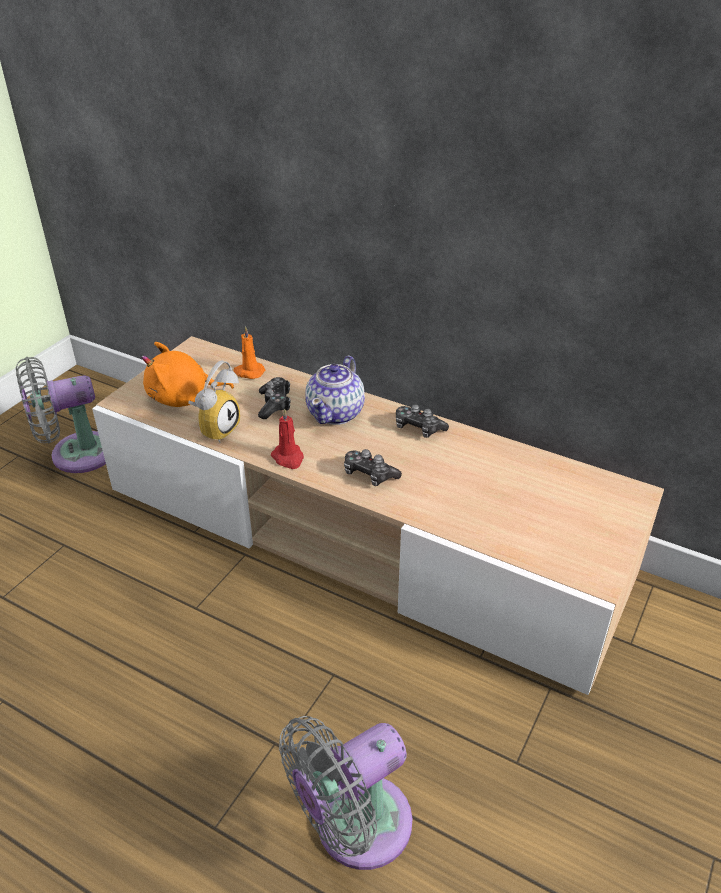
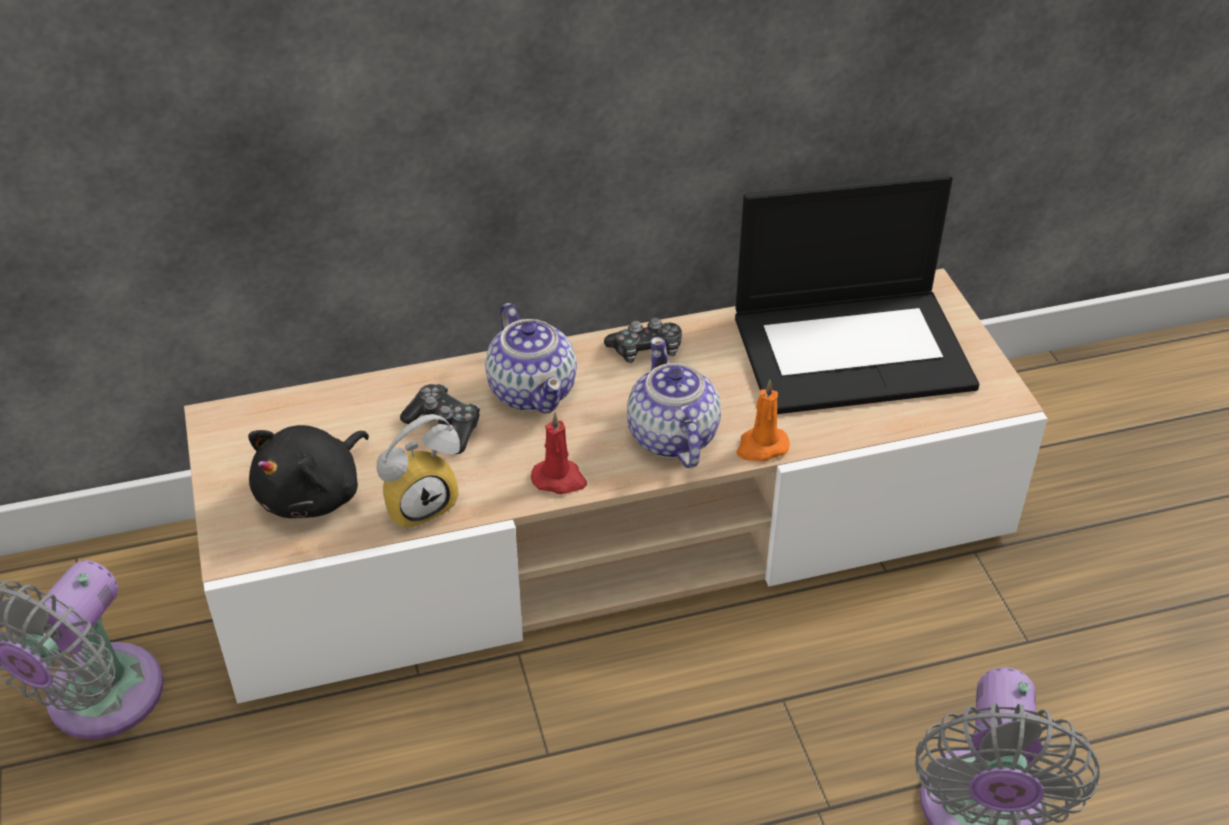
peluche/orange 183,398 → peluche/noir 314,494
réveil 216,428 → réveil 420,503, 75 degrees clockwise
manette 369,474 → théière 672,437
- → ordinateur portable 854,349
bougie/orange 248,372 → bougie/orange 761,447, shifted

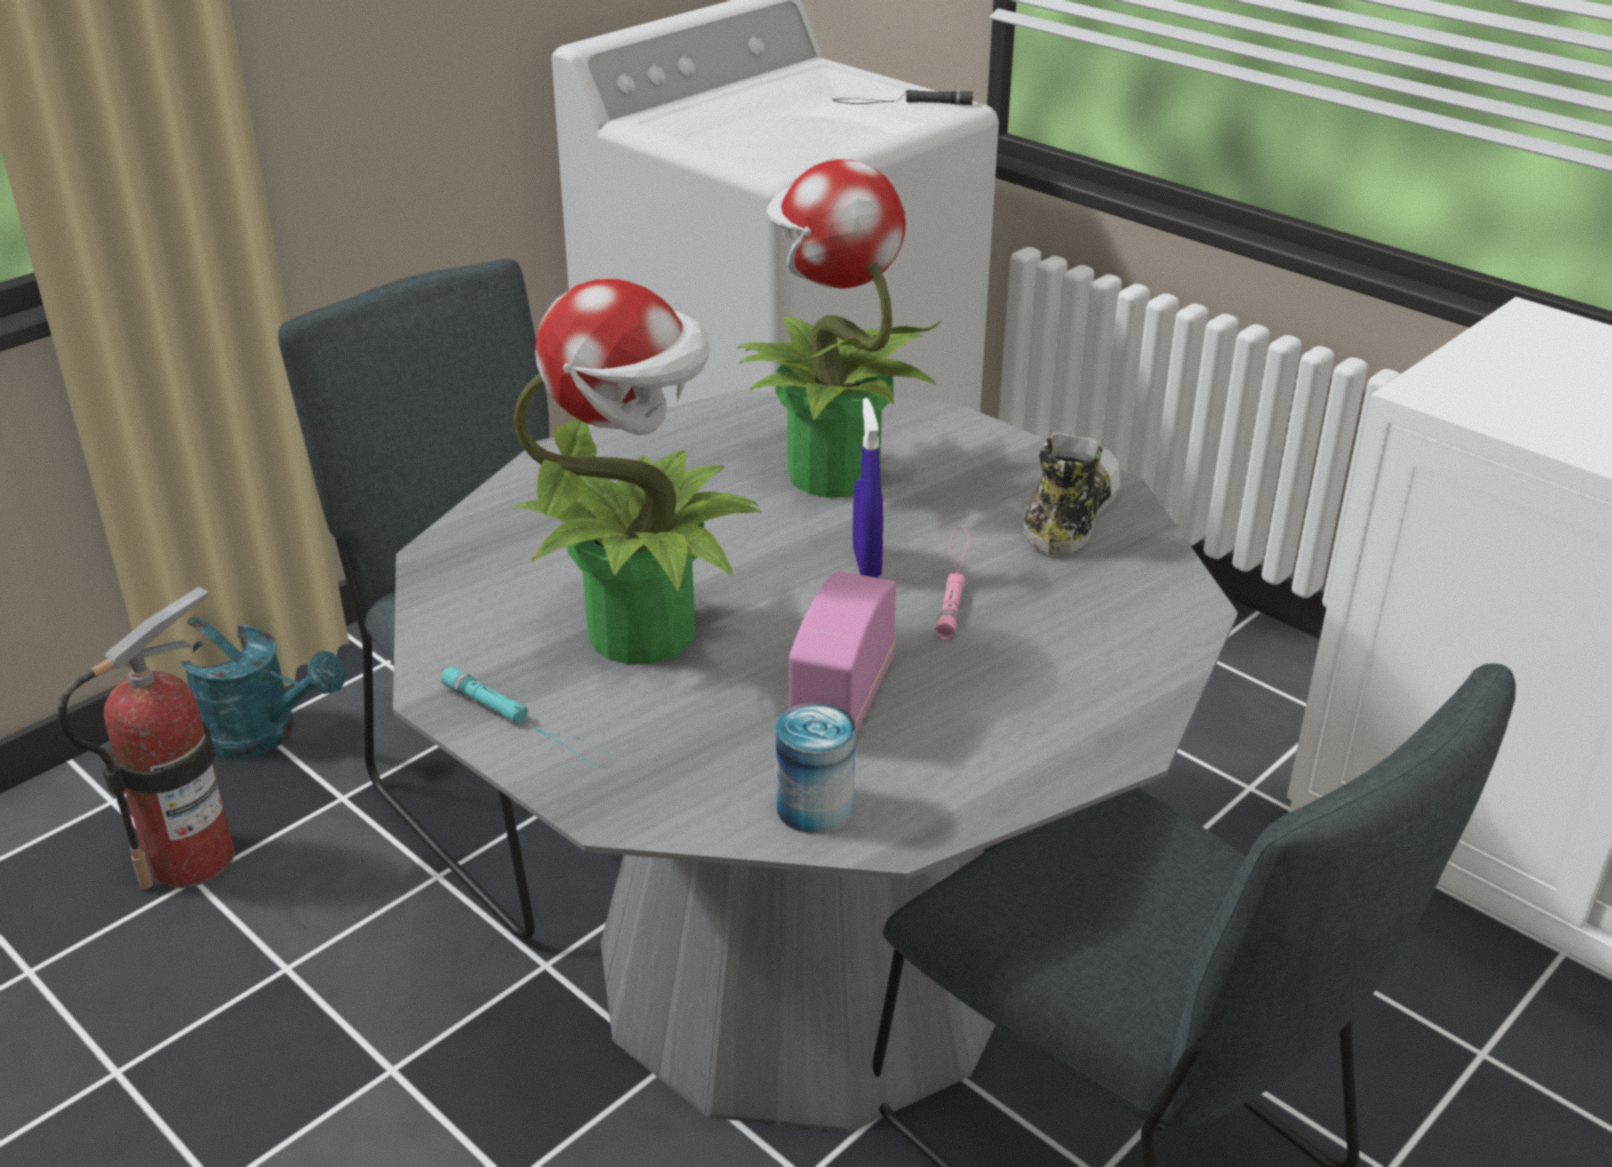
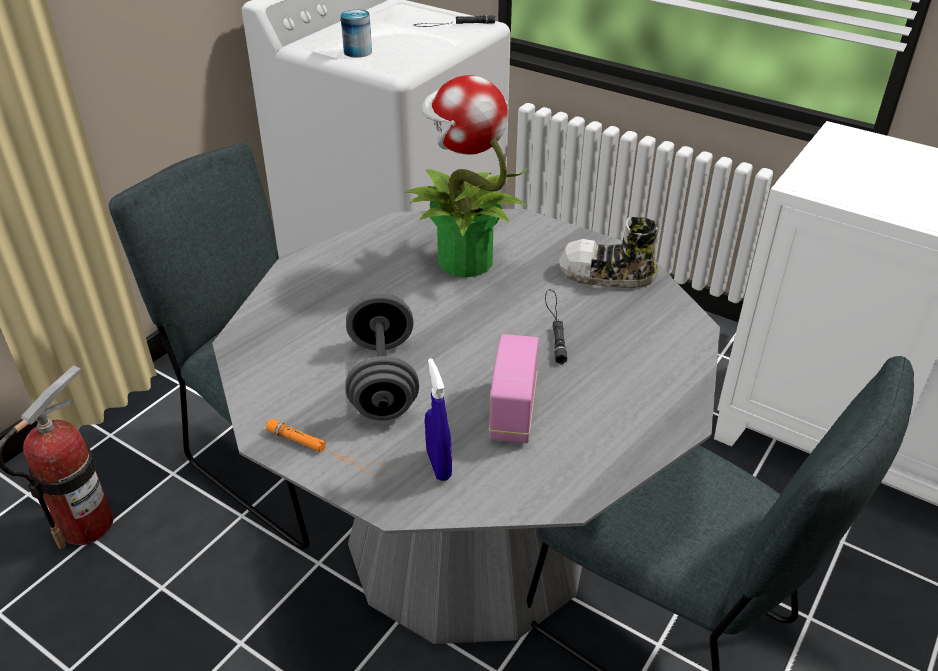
lampe de poche/turquoise 528,724 → lampe de poche/orange 327,451
boîte métallique 815,807 → boîte métallique 357,52, shifted
plante en pot 646,632 → haltère/gris 383,379
vaporisateur/bleu 866,564 → vaporisateur/bleu 438,465, shifted
lampe de poche/rose 953,582 → lampe de poche/noir 555,325
chaussure 1066,515 → chaussure 607,275, 90 degrees counterclockwise
arrosoir/turquoise 263,734 → -

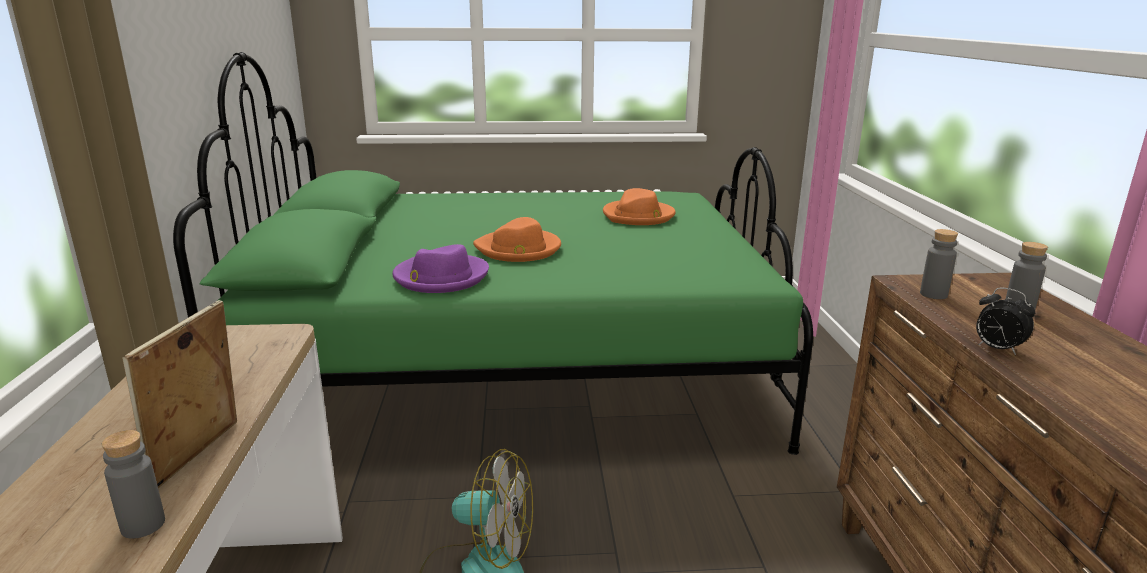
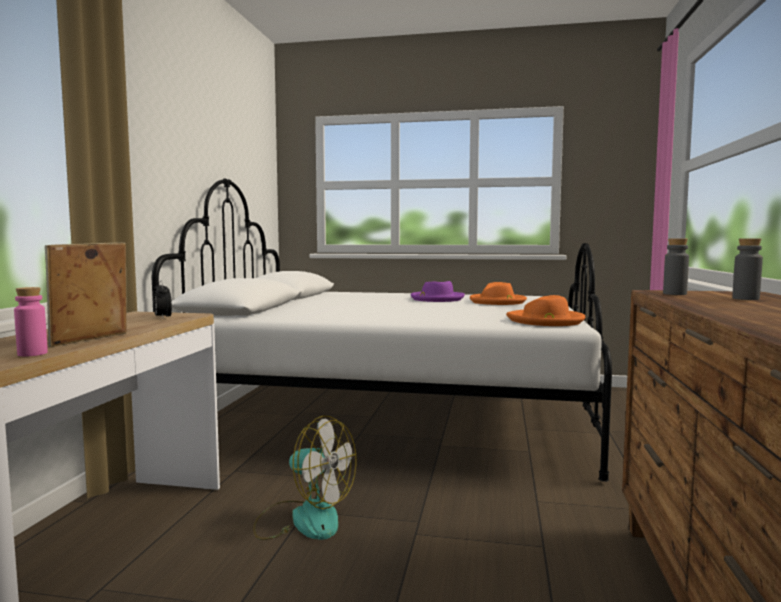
bouteille/gris 143,525 → bouteille/rose 32,354
lit/vert 517,367 → lit/blanc 396,414
réveil 996,349 → réveil 162,318, shifted
chapeau/violet 440,277 → chapeau/violet 436,299, shifted
chapeau/orange 518,249 → chapeau/orange 546,321, shifted

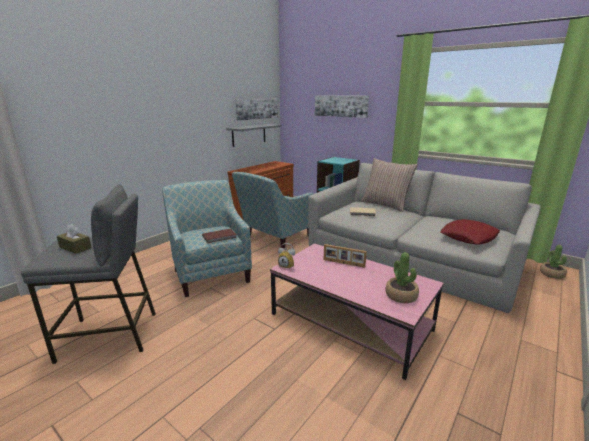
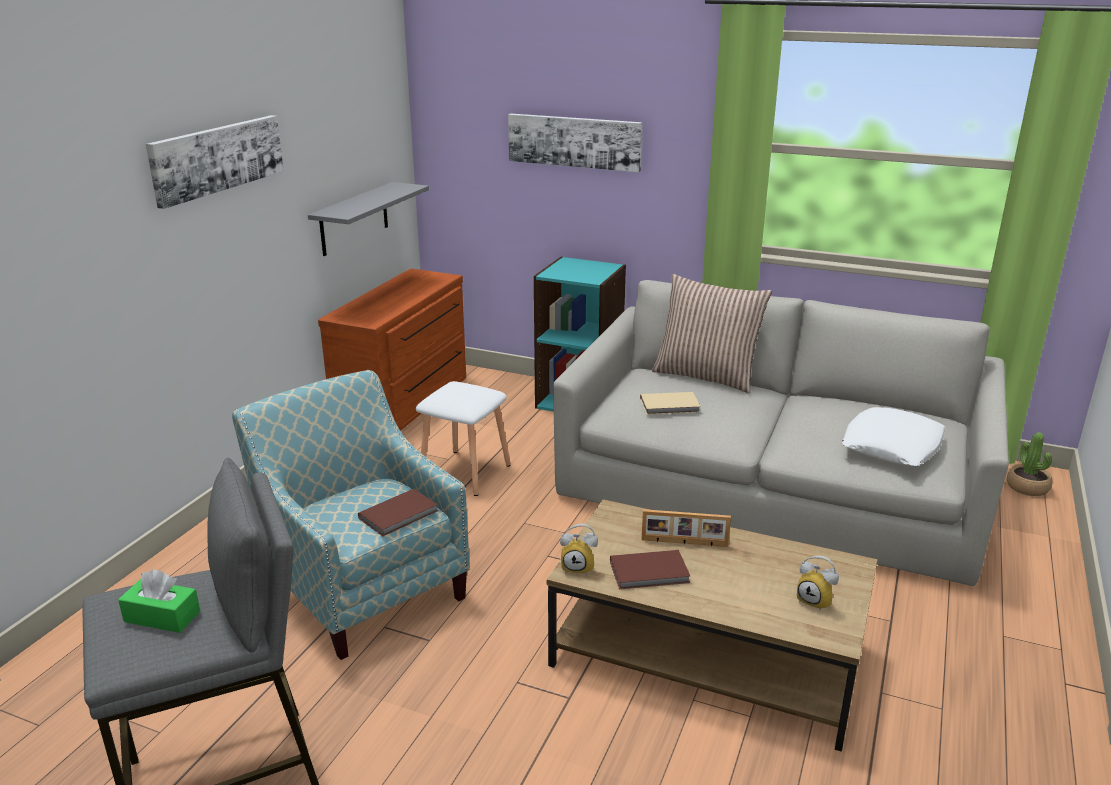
boîte à mouchoirs/marron 75,247 → boîte à mouchoirs/vert 162,617
tableau 256,109 → tableau 217,158, shifted
fauteuil 274,238 → tabouret/blanc 463,472
table basse/rose 351,322 → table basse/marron 709,655
- → livre/marron 650,573
plante en pot 401,296 → réveil 816,601
coussin/rouge 469,237 → coussin/blanc 892,446

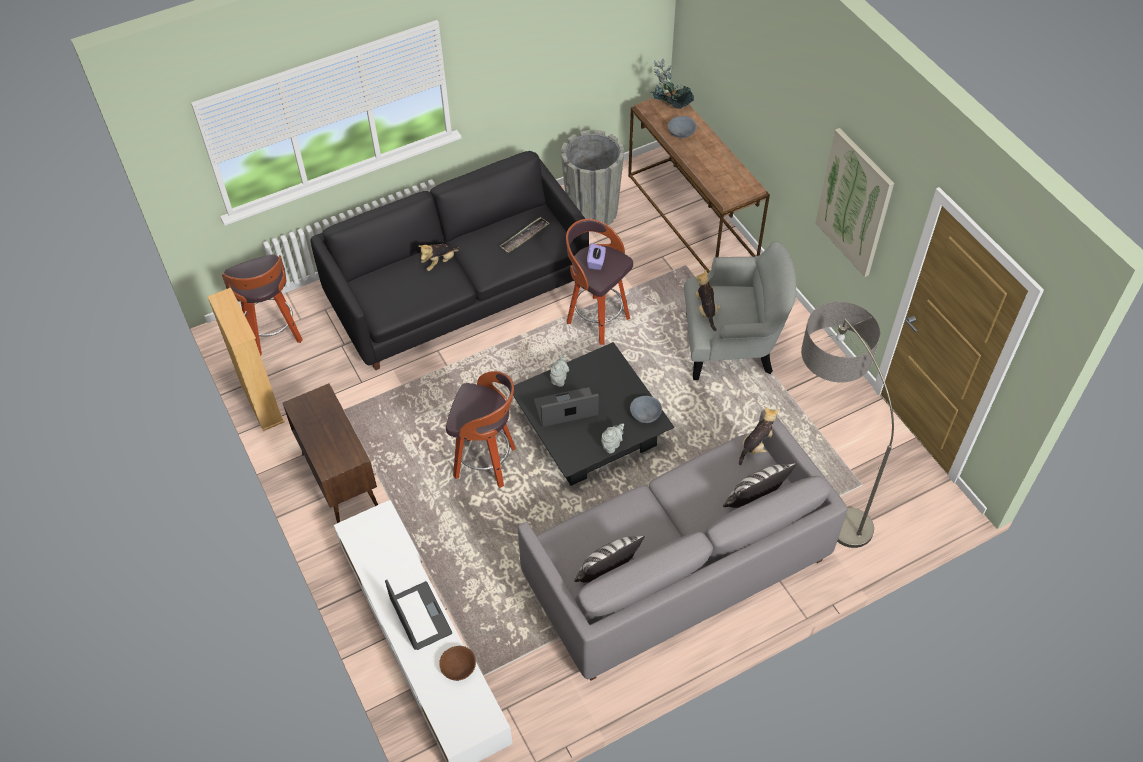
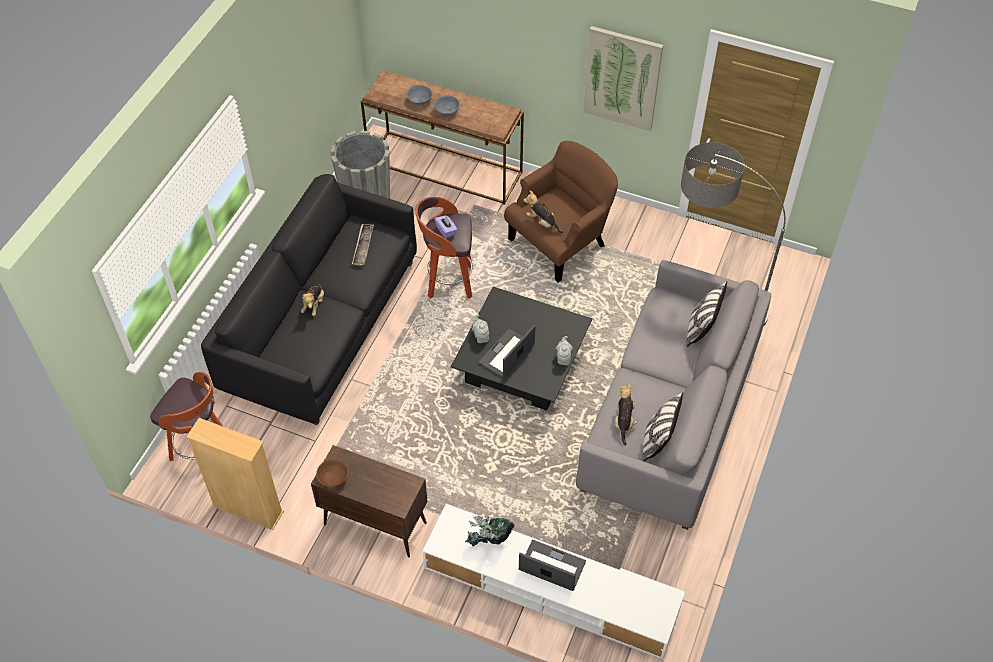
bol/marron 458,667 → bol/marron 333,477, shifted
bol/gris 645,414 → bol/gris 446,110, shifted
plante en pot 669,107 → plante en pot 489,543, shifted
fauteuil/gris 731,345 → fauteuil/marron 560,242
peluche 757,446 → peluche 624,422, shifted
tabouret 487,463 → -

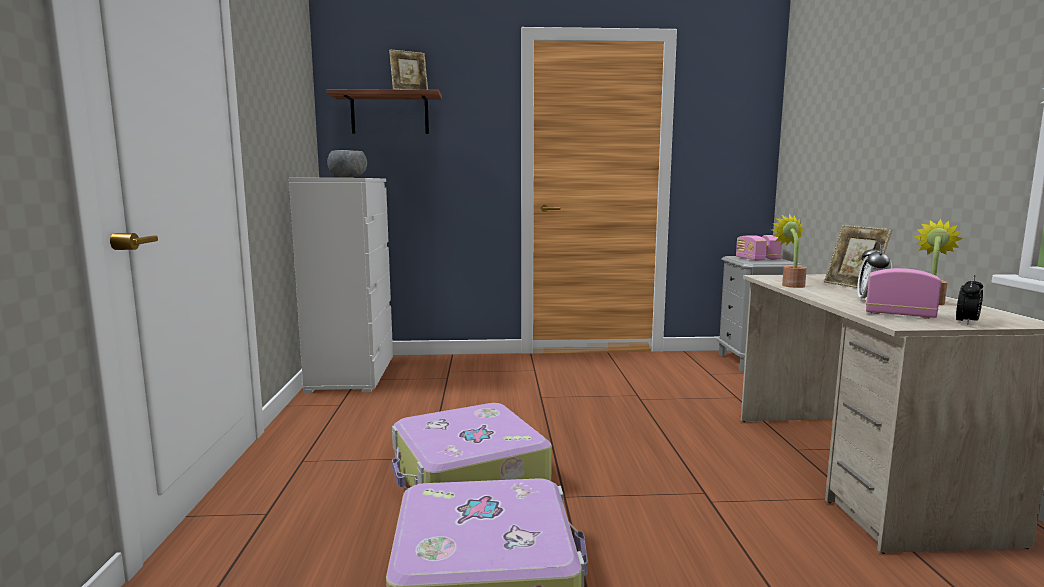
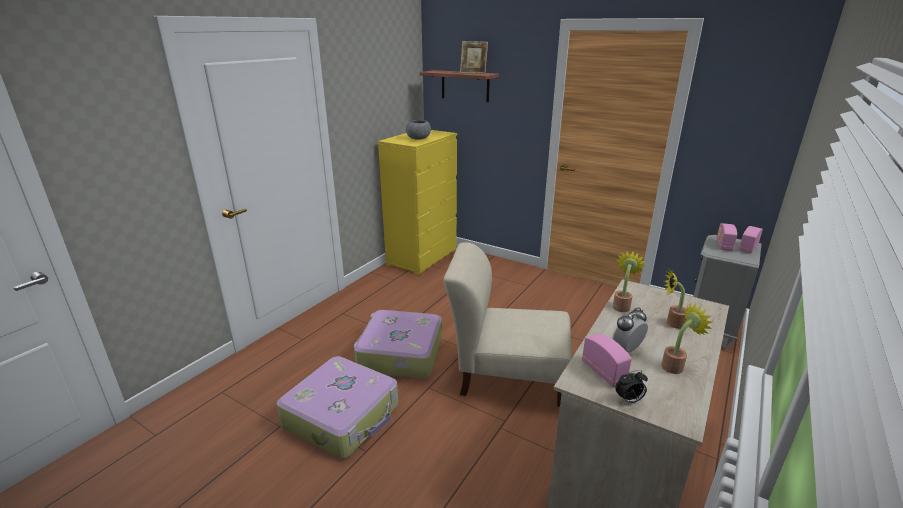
commode/blanc 352,374 → commode/jaune 422,257
- → chaise/beige 507,375
cadre photo 853,286 → plante en pot 672,323

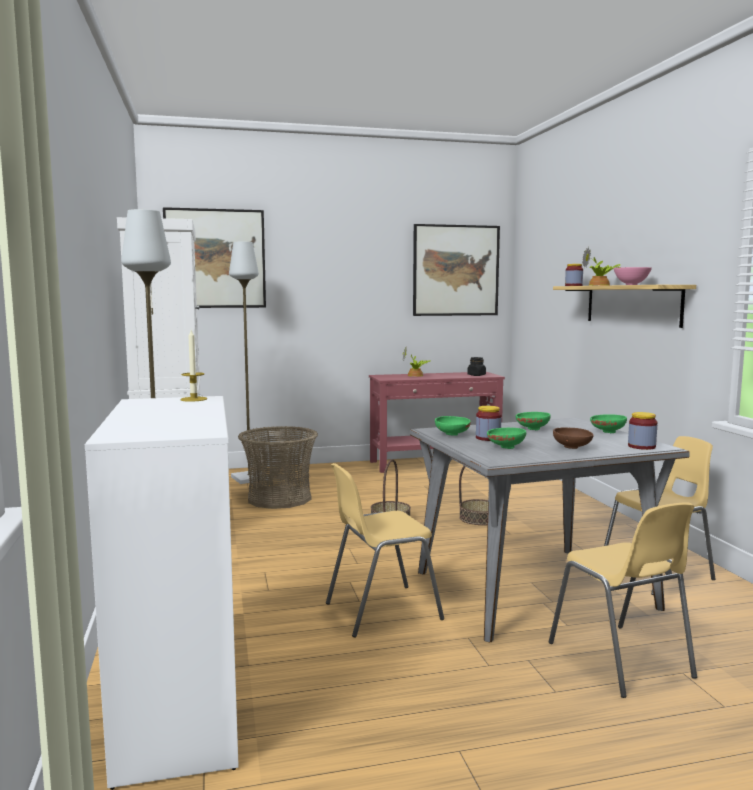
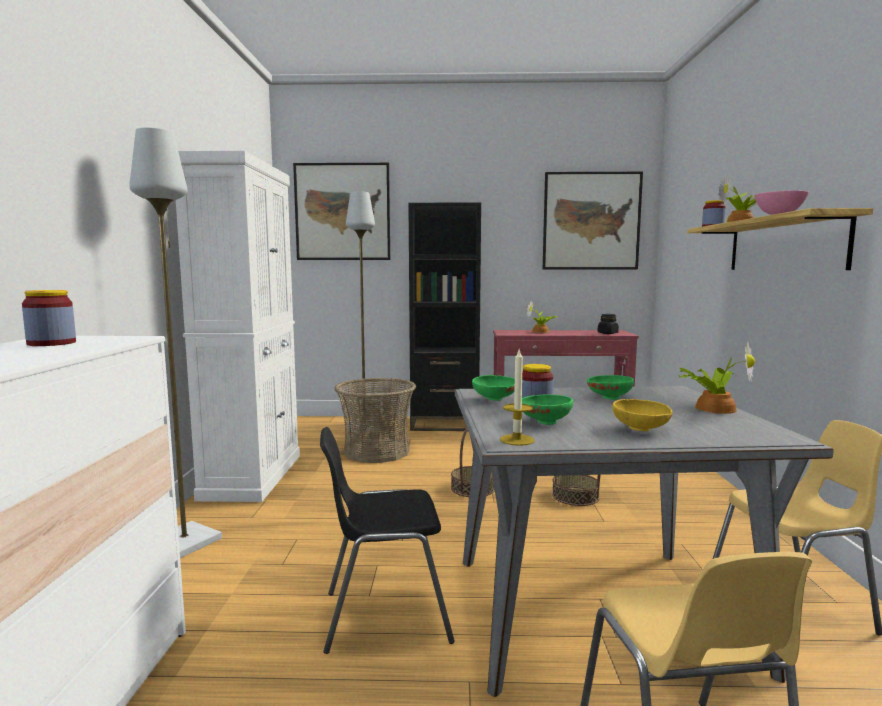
bocal 641,446 → bocal 51,343, shifted
chaise/jaune 381,611 → chaise/noir 385,615
- → bibliothèque/noir 445,424
bougie 193,399 → bougie 517,440, shifted
bol/marron 572,448 → bol/jaune 641,430
bol/vert 607,432 → plante en pot 713,408

